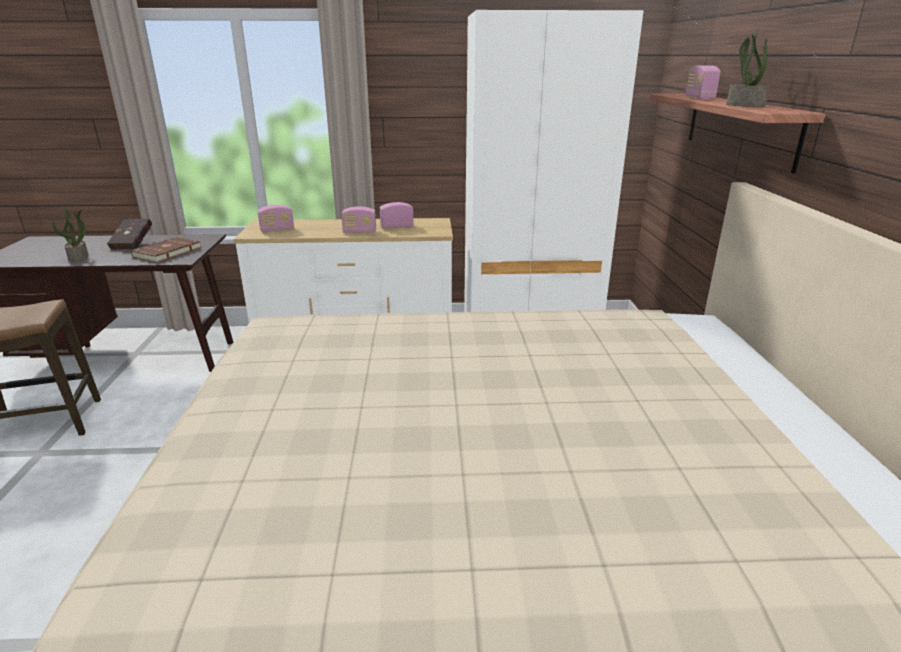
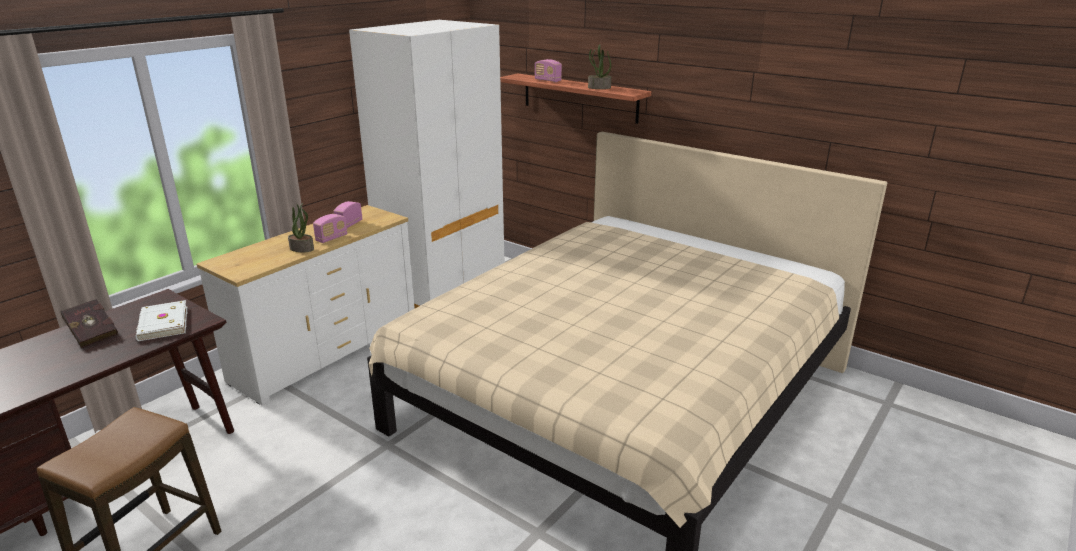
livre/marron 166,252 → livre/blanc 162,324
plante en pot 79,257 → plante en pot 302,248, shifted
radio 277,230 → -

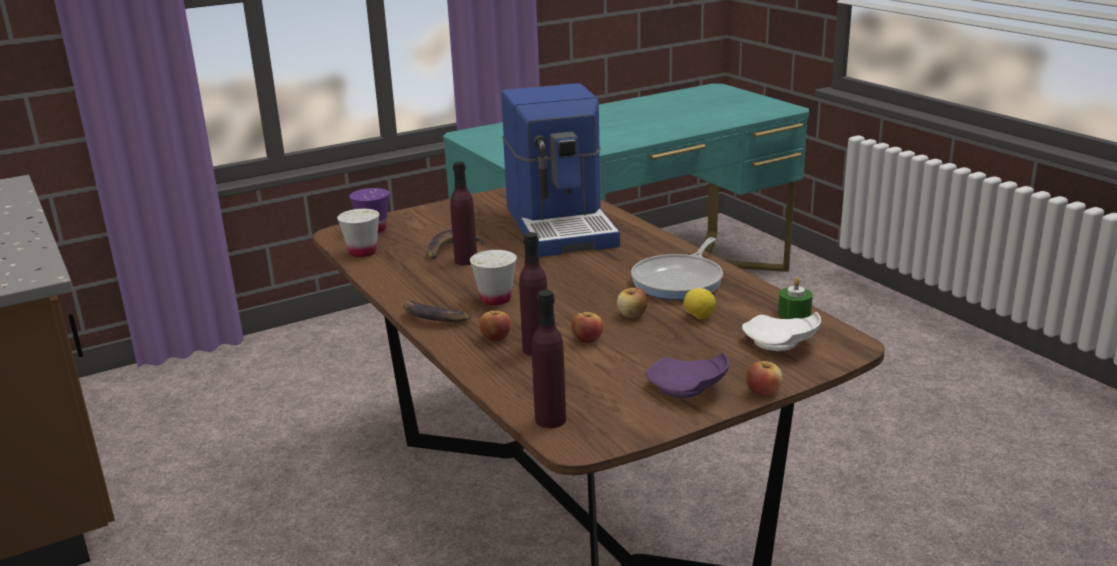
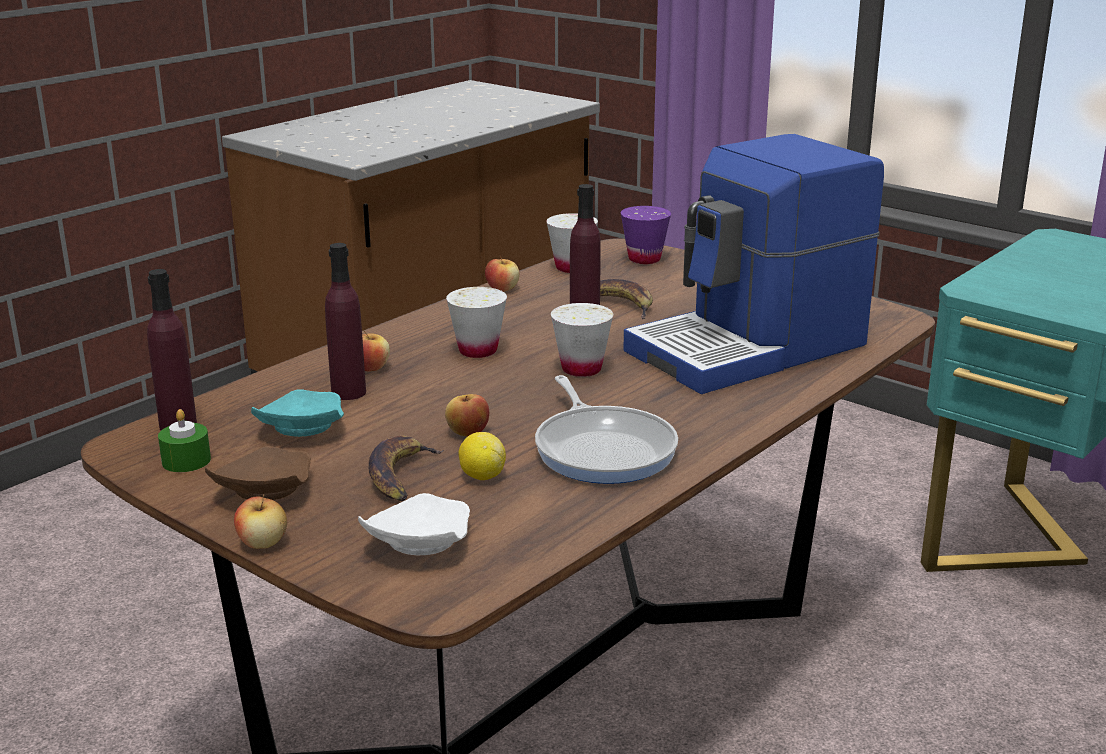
bougie/vert 794,313 → bougie/vert 186,461, shifted
assiette/violet 687,389 → assiette/marron 263,492
- → assiette/turquoise 301,429
banane 433,318 → banane 400,475, shifted
pomme 587,340 → pomme 502,289, shifted
poêle 680,281 → poêle 603,449, 120 degrees counterclockwise
- → tasse/blanc 581,369

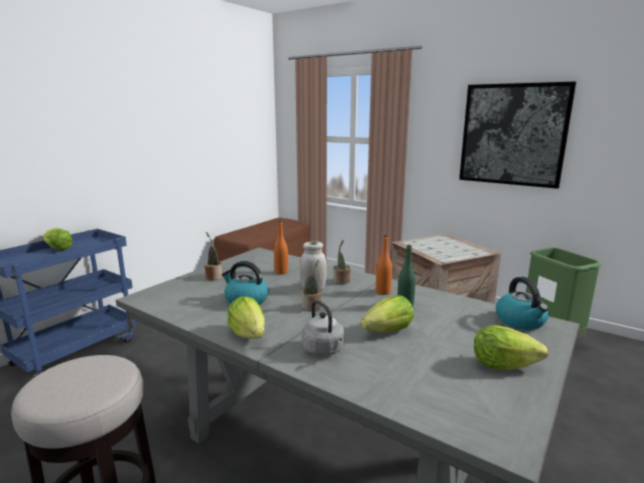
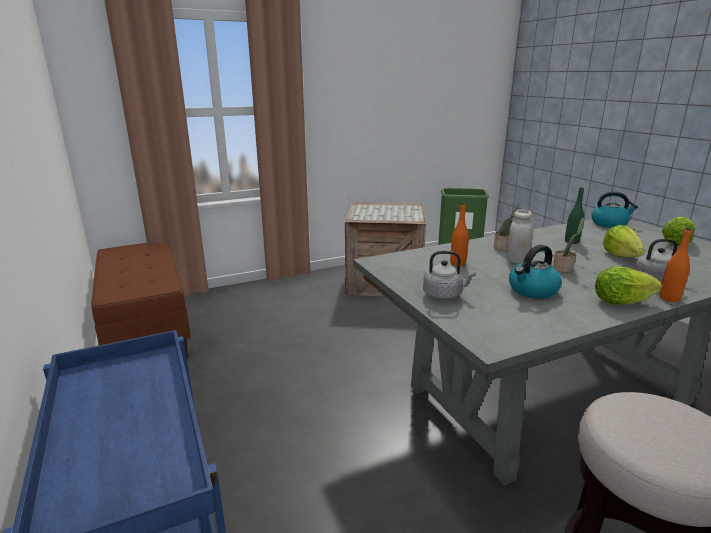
plante en pot 213,276 → bouilloire/gris 444,295
bouteille/orange 383,292 → bouteille/orange 669,298, shifted
laitue 58,249 → -
tableau 513,135 → -

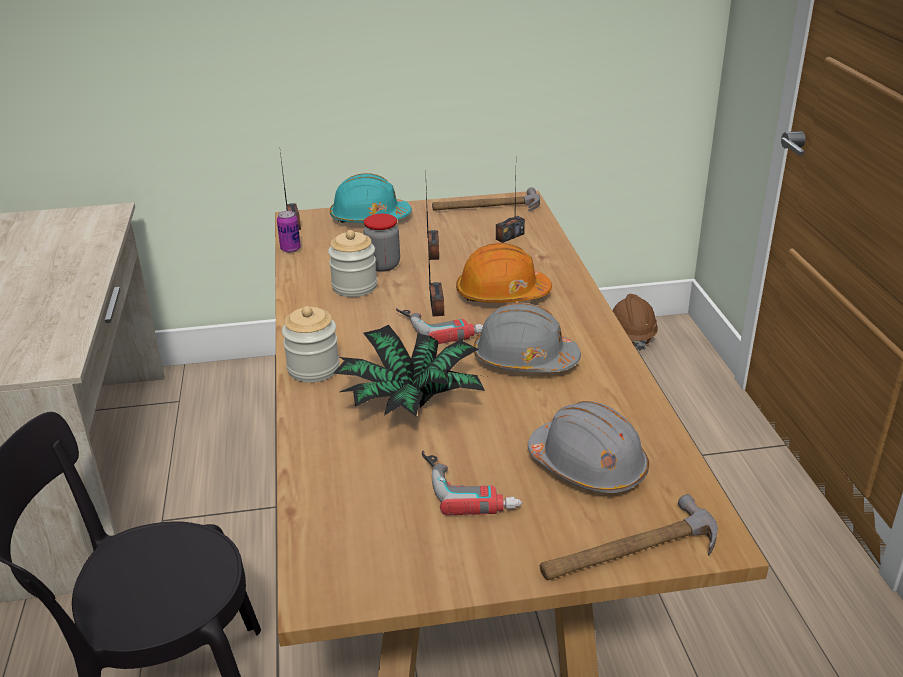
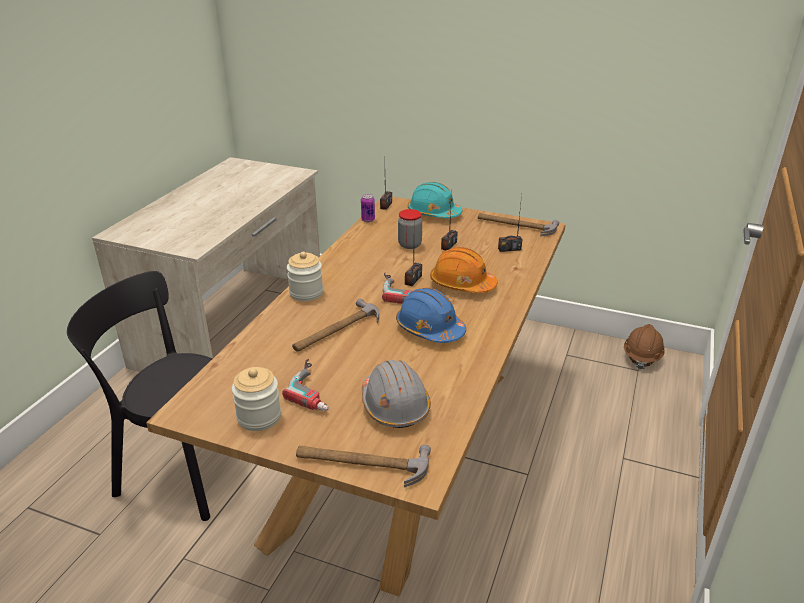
bocal 354,287 → bocal 259,417, shifted
plante en pot 411,403 → marteau 336,330
casque de chantier/gris 524,360 → casque de chantier/bleu 429,329

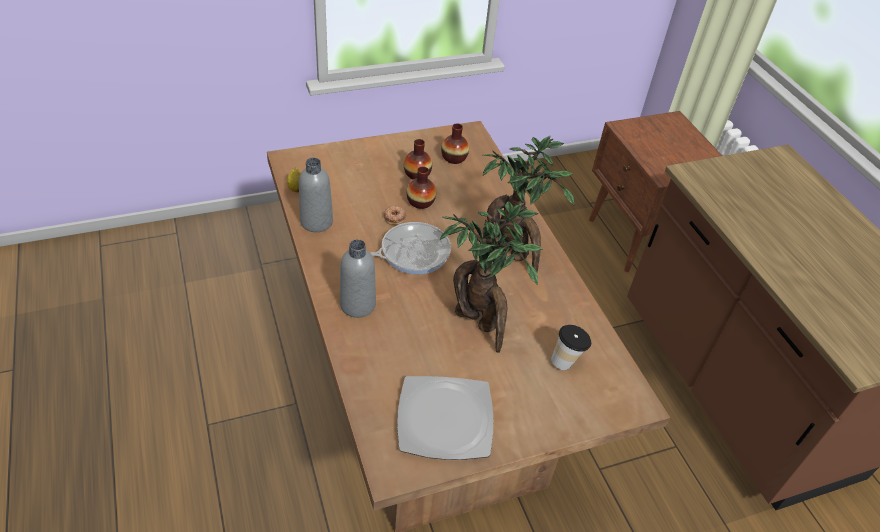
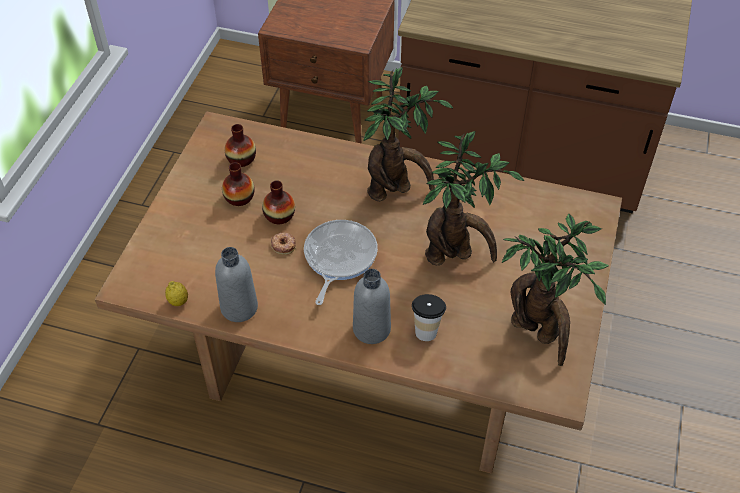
tasse 566,361 → tasse 426,329, shifted
assiette 446,420 → plante en pot 538,333

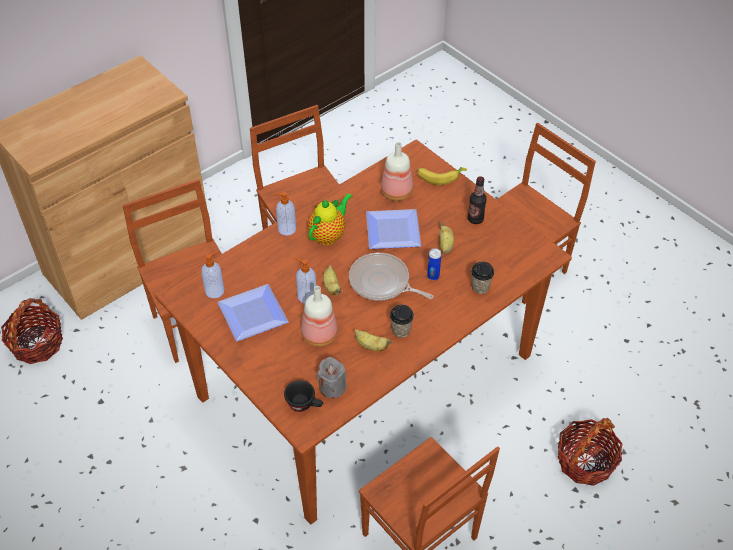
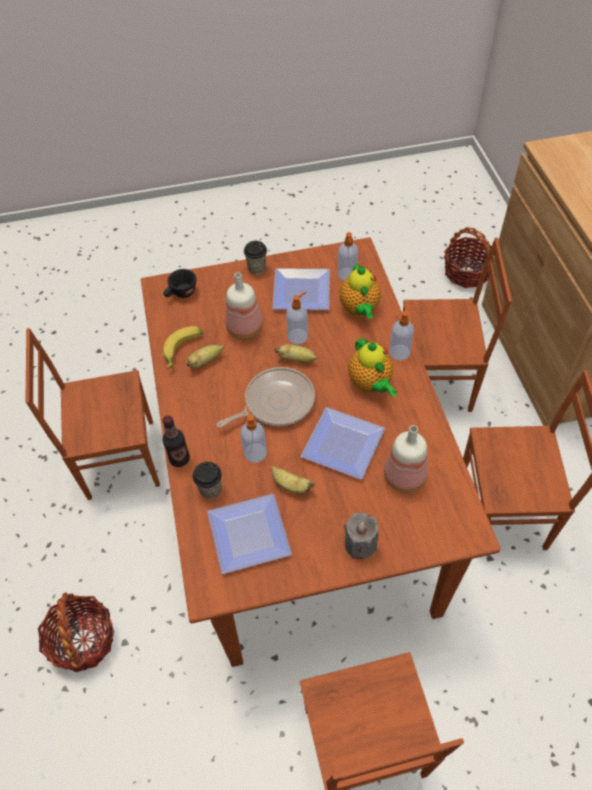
banane 440,176 → banane 183,351, shifted
bouteille 475,219 → bouteille 179,459, shifted
- → assiette 247,537
boîte métallique 433,276 → distributeur de savon 255,452
tasse 401,330 → tasse 257,268, shifted
- → théière 359,310
bougie/gris 332,387 → bougie/gris 360,544, shifted

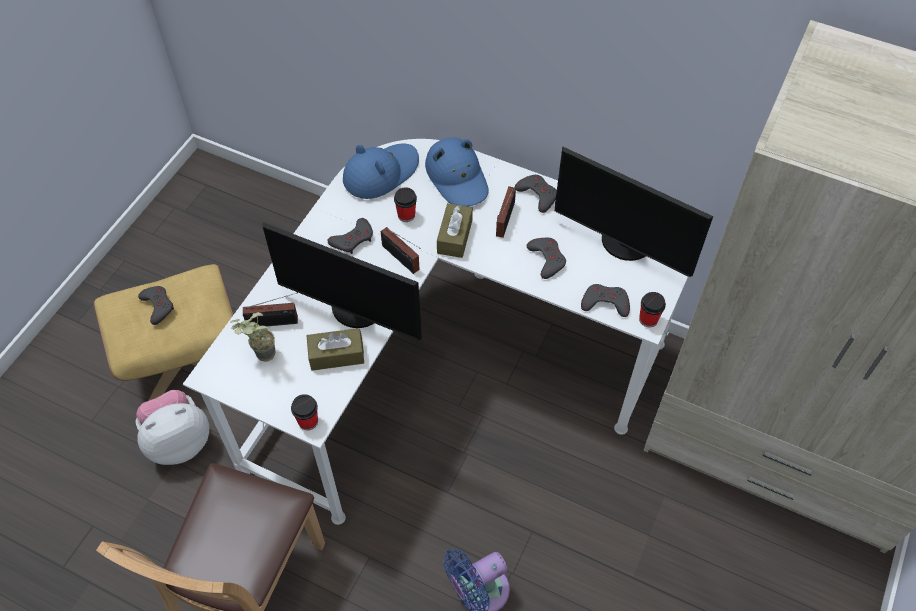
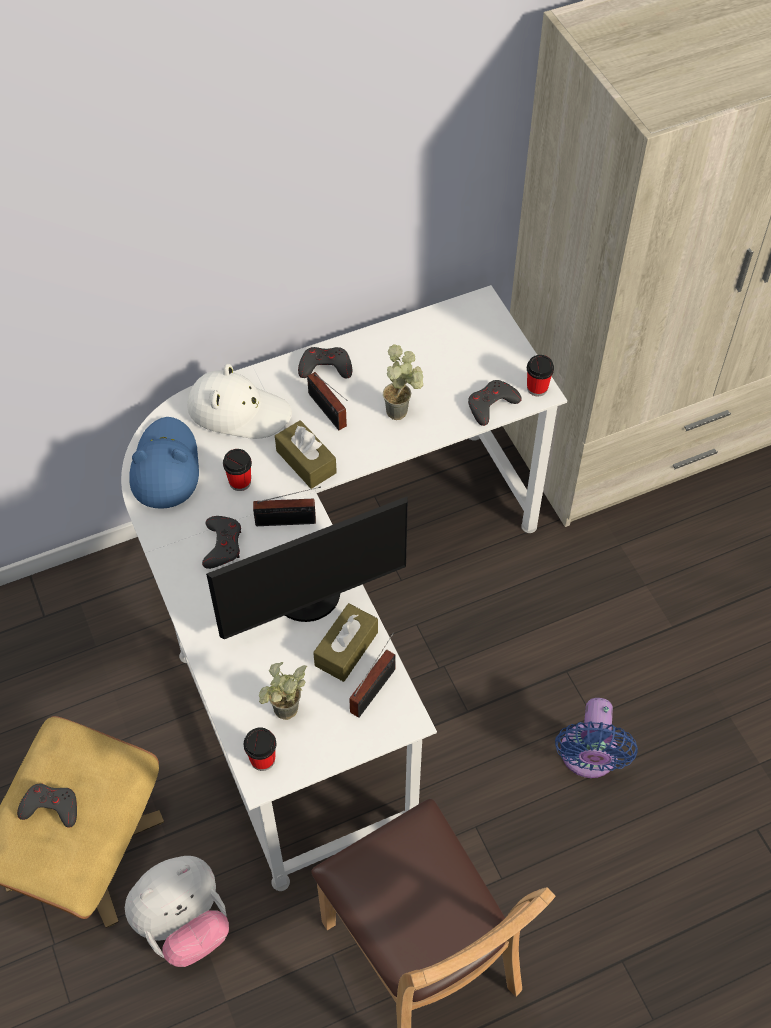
peluche 179,441 → peluche 184,923, 135 degrees counterclockwise
chapeau/bleu 457,177 → chapeau/blanc 239,411
tasse 308,421 → tasse 262,759, shifted
radio 275,322 → radio 375,688, shifted
manette/gris 547,259 → plante en pot 403,412
écran d'ordinateur 625,244 → -

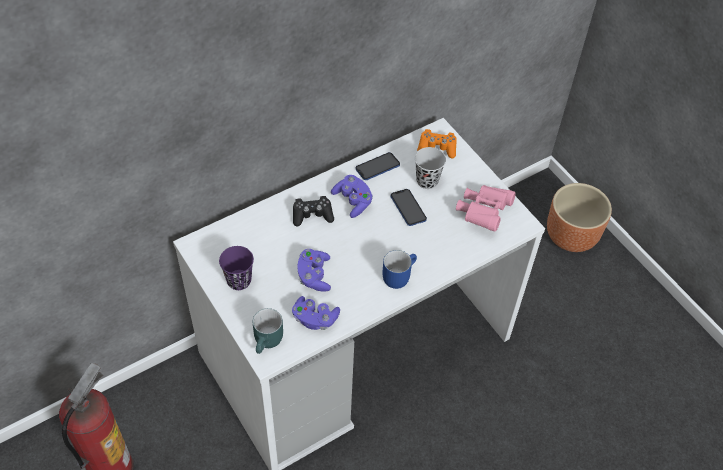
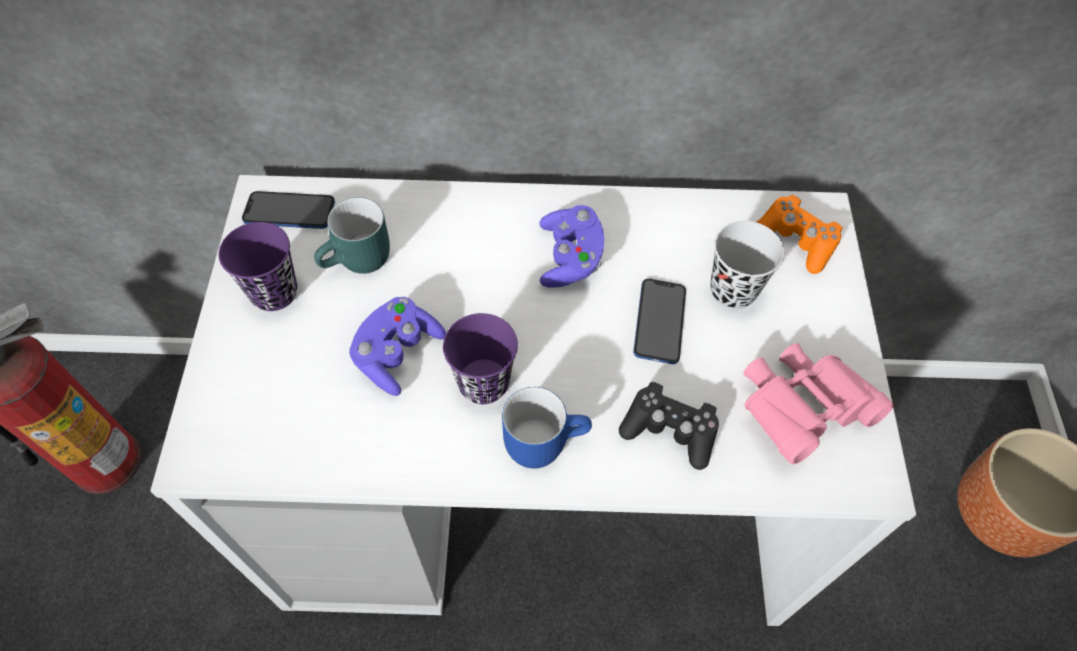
téléphone 377,167 → téléphone 289,212, shifted
mug/turquoise 269,342 → mug/turquoise 359,262, shifted
- → tasse/violet 483,383
manette/noir 312,215 → manette/noir 669,430, shifted
manette/violet 315,319 → -

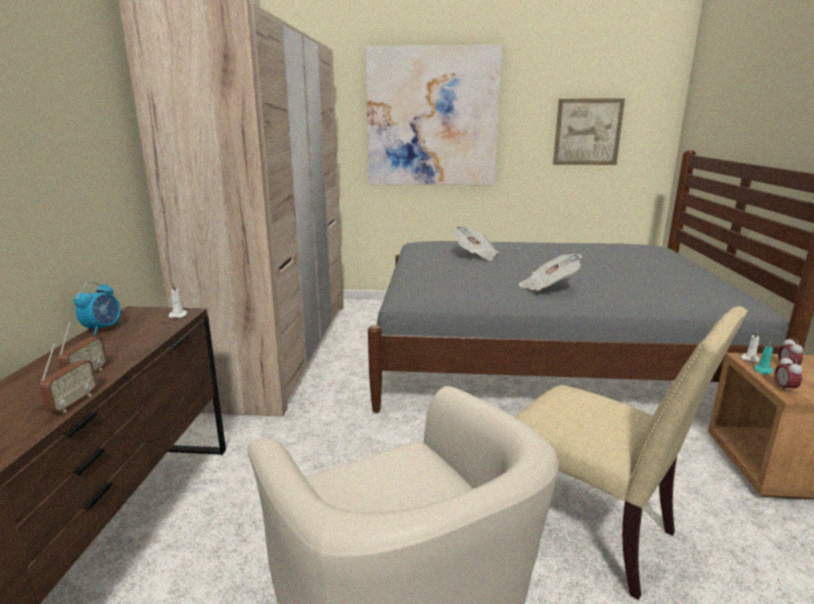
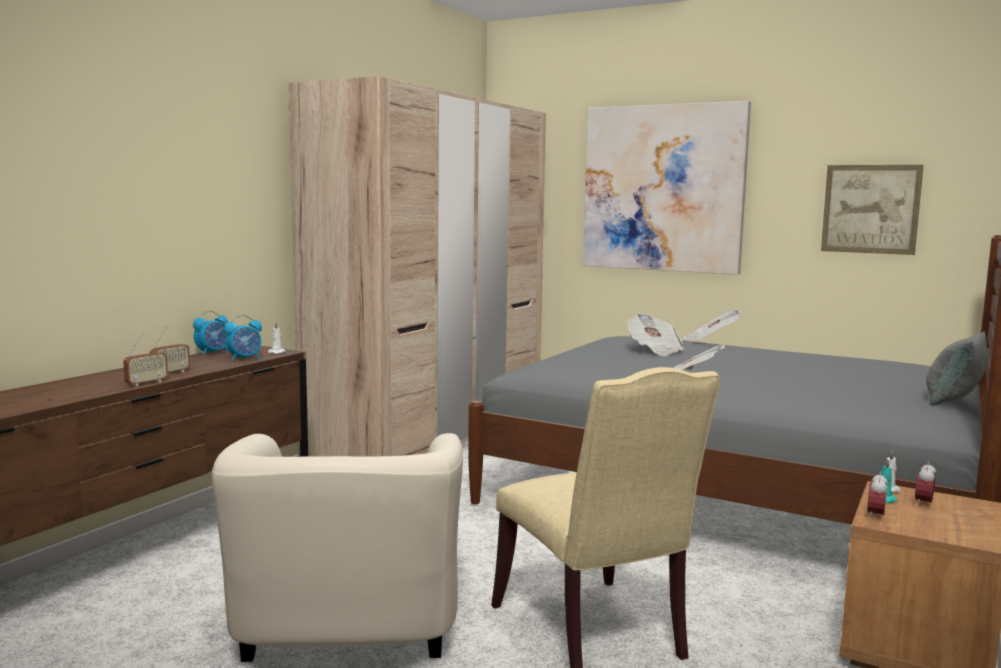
- → réveil 245,359
- → journal 710,340
- → coussin/gris 953,401

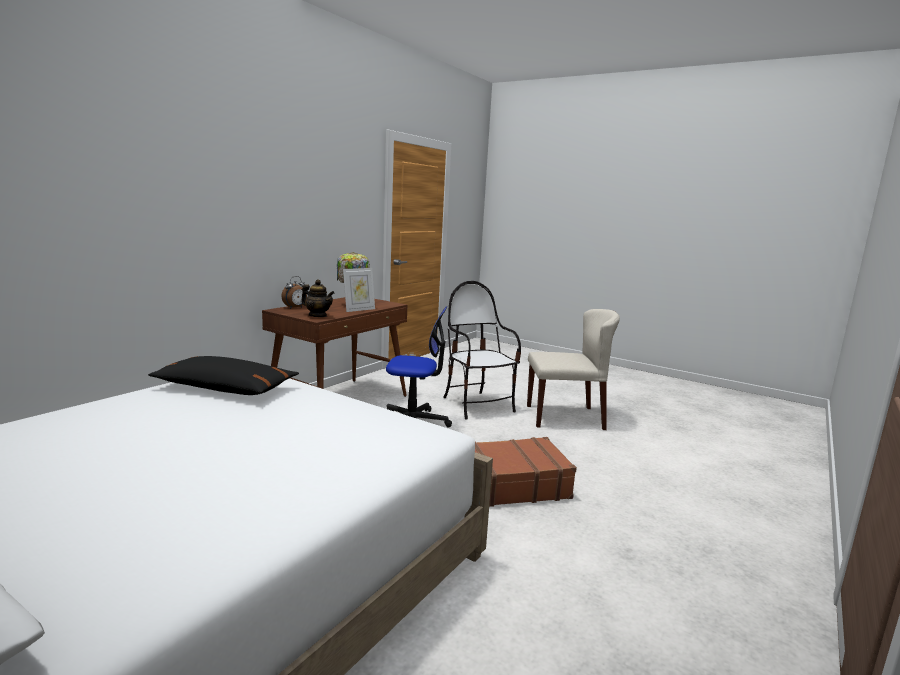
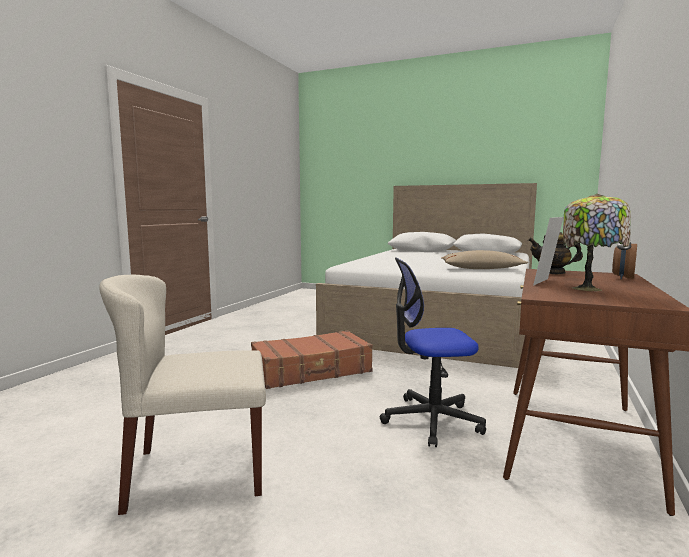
coussin/noir 225,388 → coussin/beige 481,269
chaise 477,405 → -

